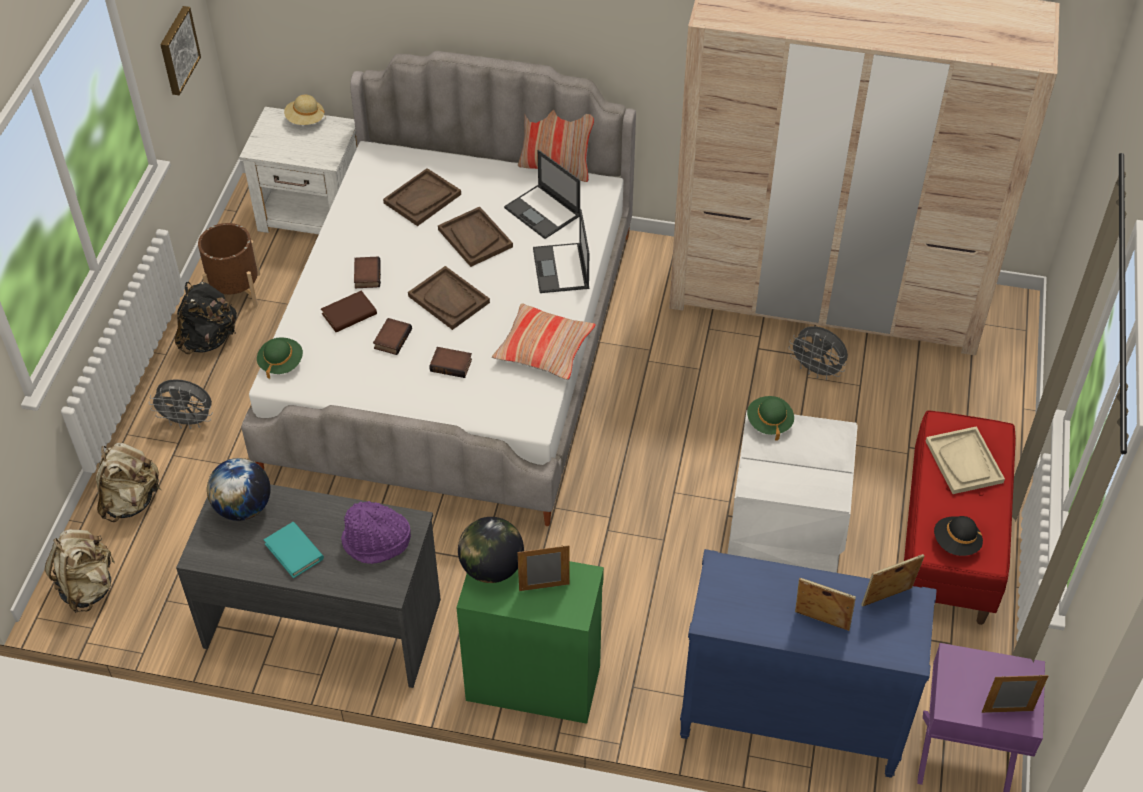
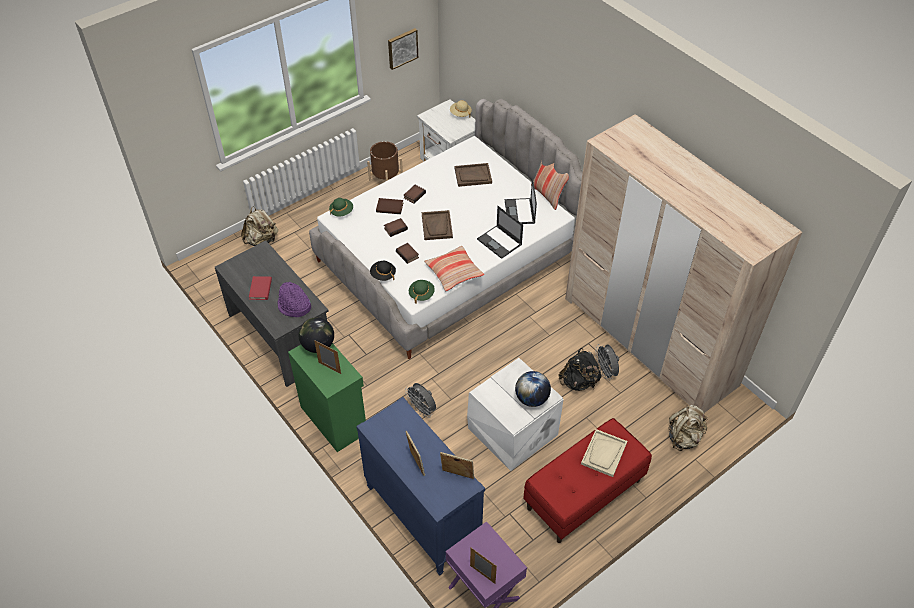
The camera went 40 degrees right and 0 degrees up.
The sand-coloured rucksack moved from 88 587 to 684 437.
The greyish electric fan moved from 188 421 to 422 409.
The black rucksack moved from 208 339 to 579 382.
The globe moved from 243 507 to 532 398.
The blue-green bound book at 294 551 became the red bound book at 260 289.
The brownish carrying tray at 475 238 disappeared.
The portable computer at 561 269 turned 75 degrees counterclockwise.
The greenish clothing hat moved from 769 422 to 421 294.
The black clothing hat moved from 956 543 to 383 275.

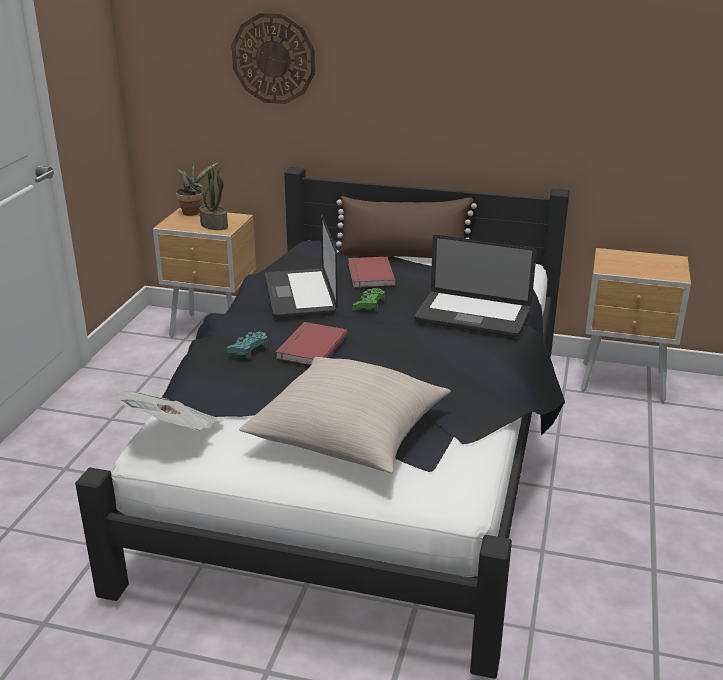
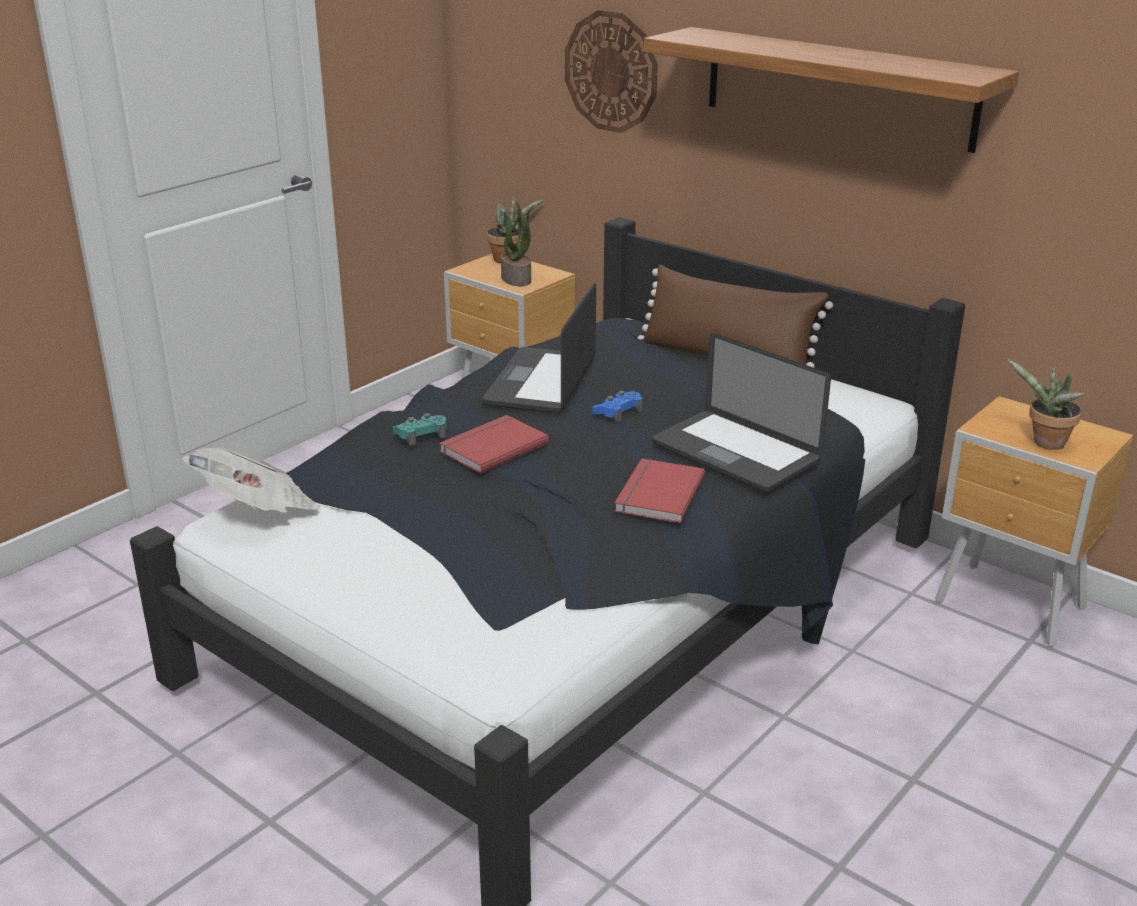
The camera went 25 degrees right and 0 degrees up.
The sand-coloured throw pillow at 348 435 disappeared.
The red bound book moved from 369 274 to 657 494.
The greenish game controller at 369 305 became the blue game controller at 618 412.
The bracket shelf at 837 87 appeared.
The potted plant at 1044 444 appeared.

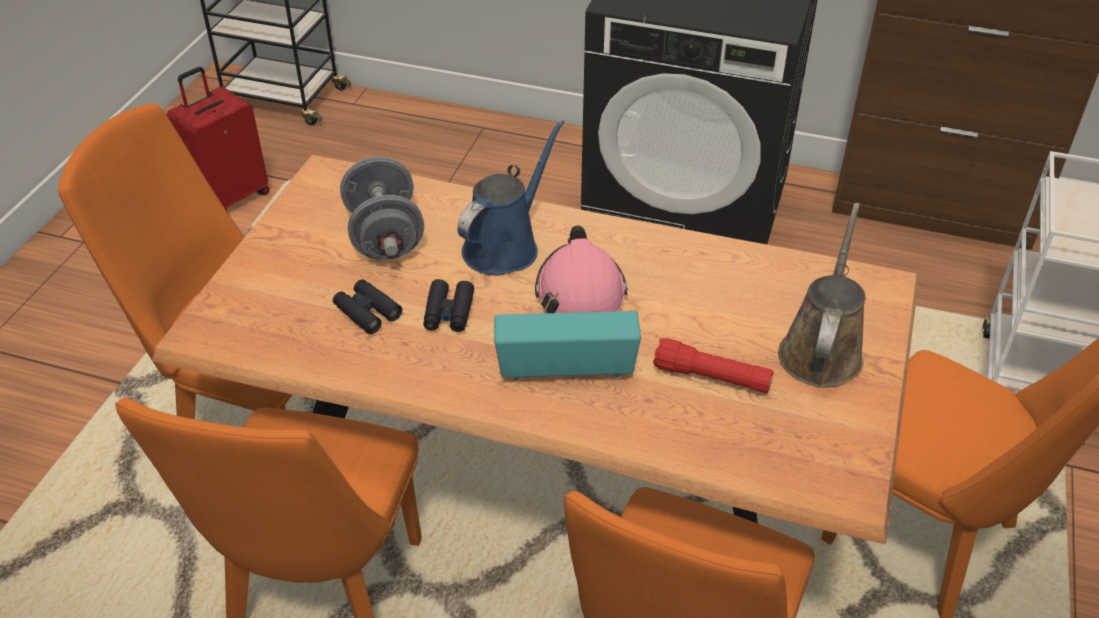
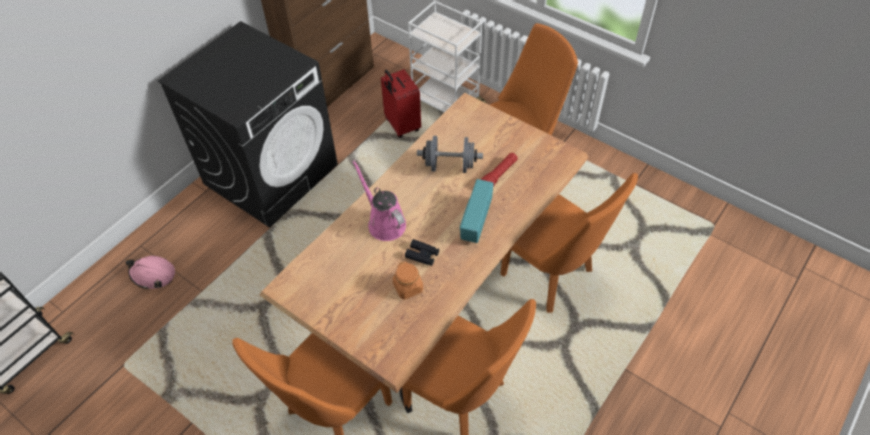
The camera went 70 degrees left and 10 degrees up.
The red suitcase moved from 230 197 to 401 126.
The black binoculars at 367 312 was replaced by the orange-coloured storage jar at 408 287.
The greyish free weight moved from 385 236 to 449 166.
The blue watering pot at 505 246 became the pinkish watering pot at 384 222.
The pinkish safety helmet moved from 580 292 to 153 274.
The brownish watering pot at 821 350 disappeared.

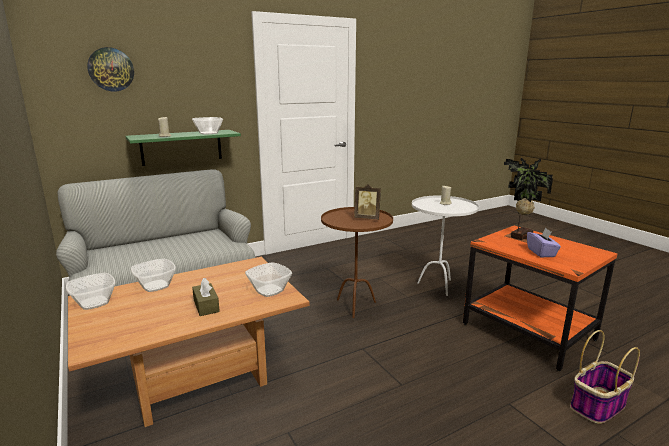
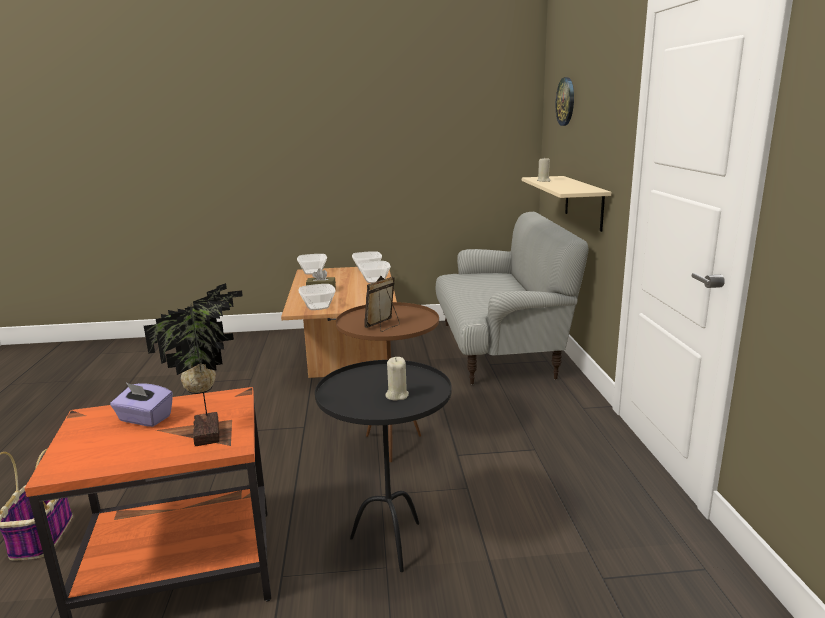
The camera went 115 degrees right and 0 degrees up.
The greenish bracket shelf at 181 147 became the sand-coloured bracket shelf at 584 202.
The deep dish moved from 209 133 to 313 272.
The white end table at 438 286 became the black end table at 390 543.

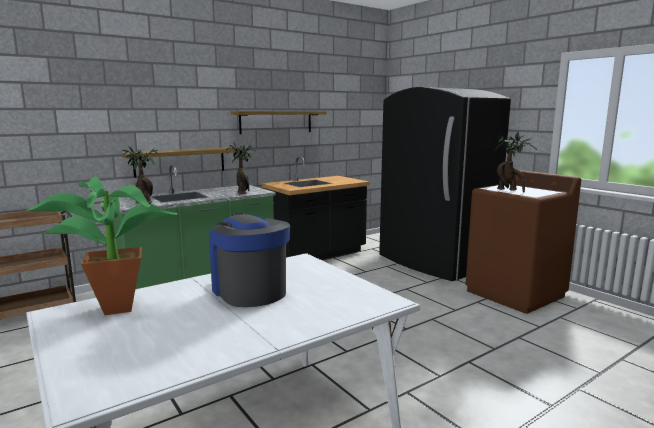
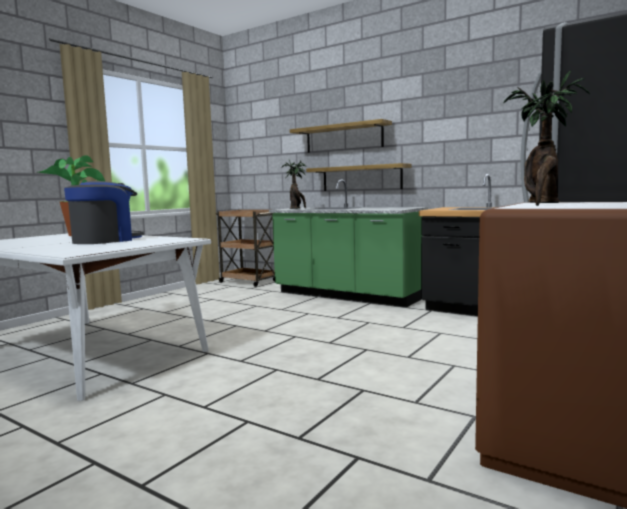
The camera went 70 degrees right and 5 degrees down.
The potted plant at 243 193 disappeared.
The bracket shelf moved from 276 122 to 343 138.

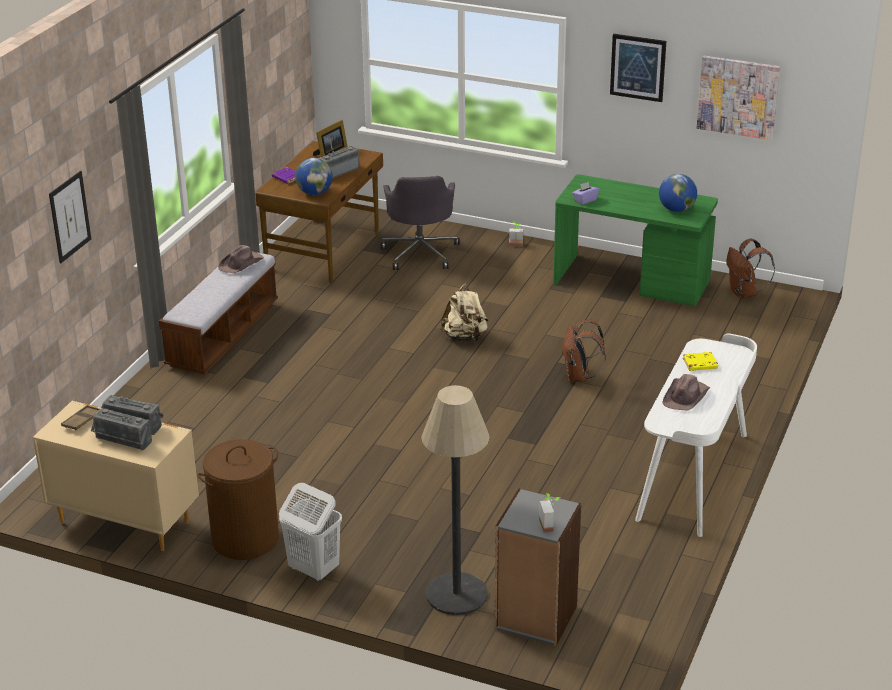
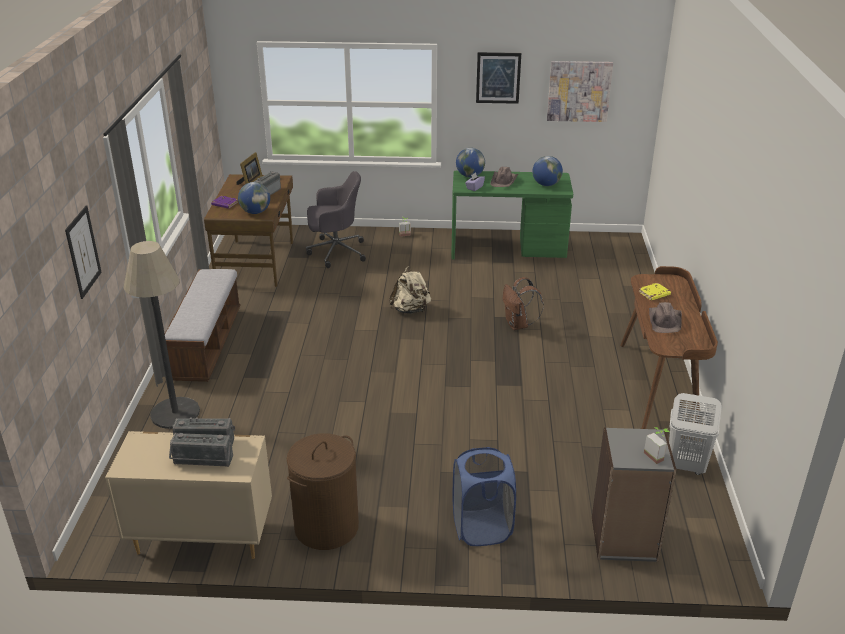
The camera went 20 degrees left and 0 degrees up.
The brownish carrying tray at 82 420 disappeared.
The brownish clothing hat moved from 241 263 to 504 181.
The white hamper moved from 313 570 to 685 466.
The greyish desk chair at 420 252 turned 75 degrees counterclockwise.
The floor lamp moved from 456 594 to 175 413.
The white desk unit at 694 476 became the brownish desk unit at 658 386.
The brownish rucksack at 745 293 disappeared.
The blue hamper at 481 528 appeared.
The globe at 470 176 appeared.

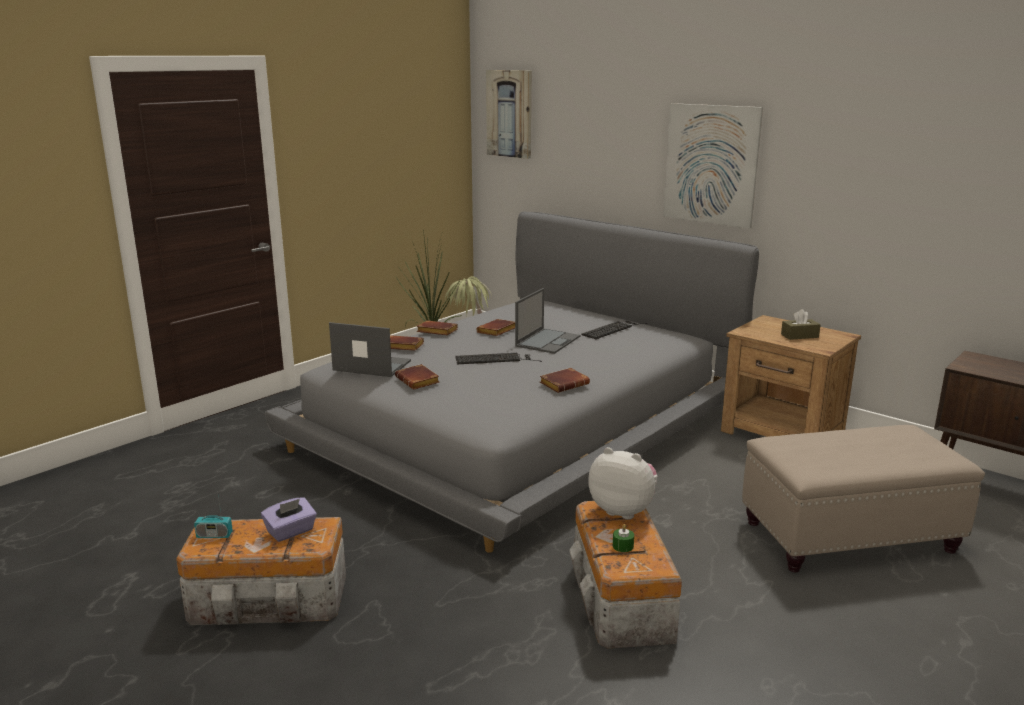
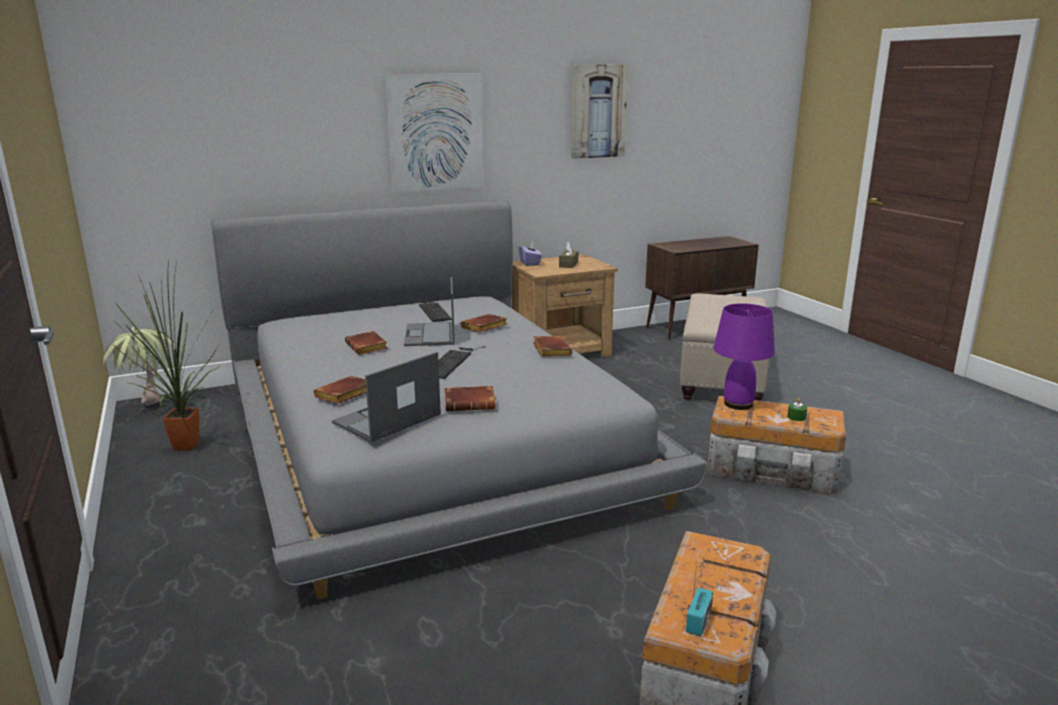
The camera went 65 degrees left and 0 degrees up.
The purplish box of tissues moved from 291 532 to 530 263.
The brownish bound book moved from 436 332 to 484 327.
The wall art moved from 510 113 to 598 111.
The portable computer at 548 341 turned 150 degrees counterclockwise.
The plush toy at 623 510 was replaced by the purplish lamp for a table at 738 404.

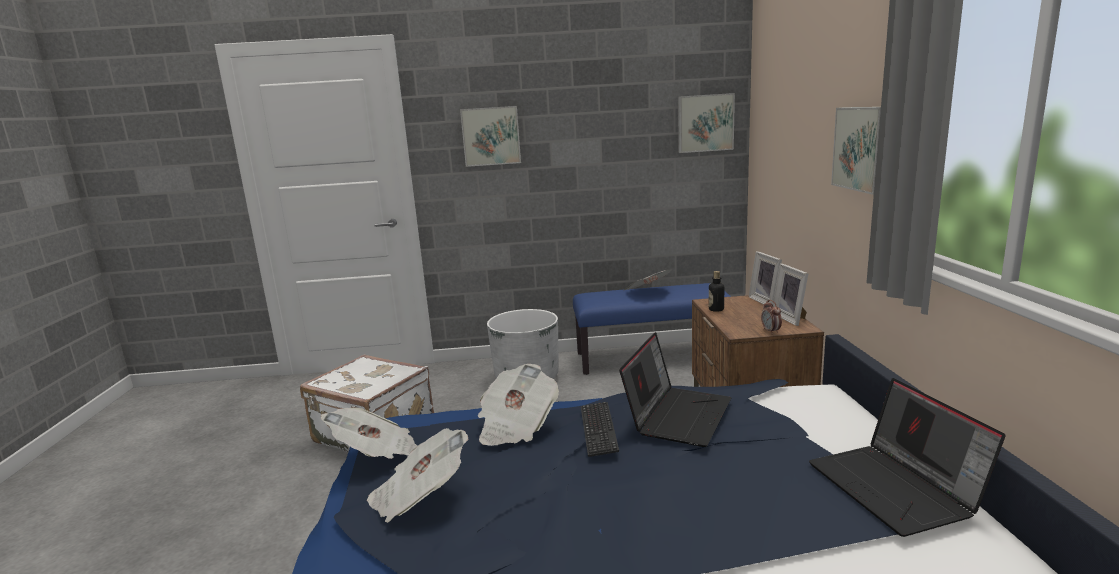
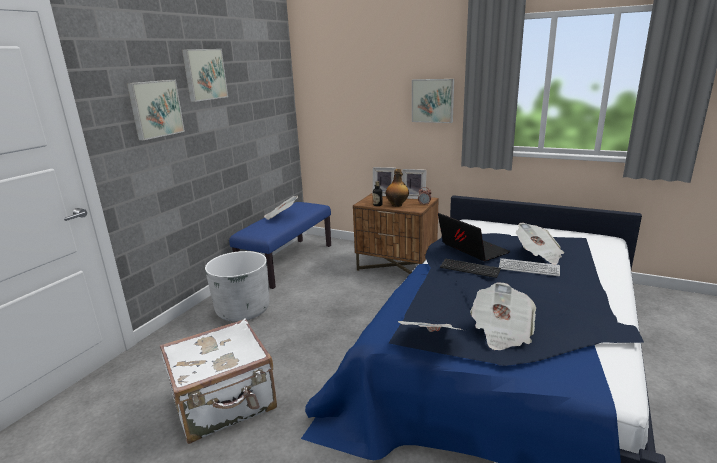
The camera went 60 degrees left and 5 degrees up.
The daily paper moved from 516 426 to 538 255.
The wall art moved from 705 123 to 204 74.
The portable computer at 897 488 disappeared.
The beverage bottle at 397 205 appeared.
The keyboard at 528 268 appeared.

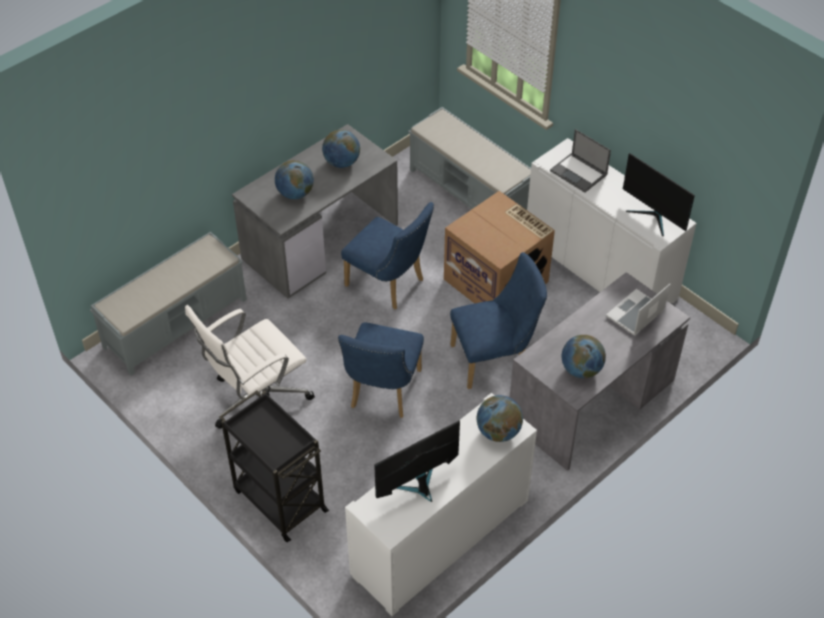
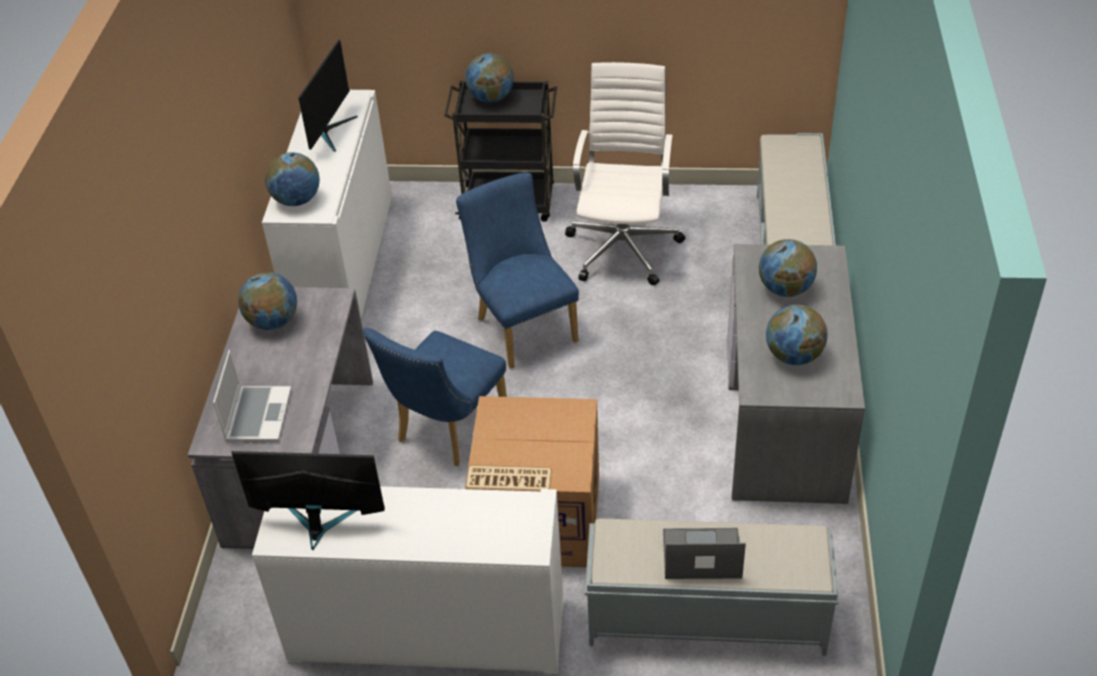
The camera went 140 degrees right and 5 degrees down.
The blue upright chair at 389 285 disappeared.
The portable computer moved from 579 173 to 700 555.
The globe at 491 98 appeared.

